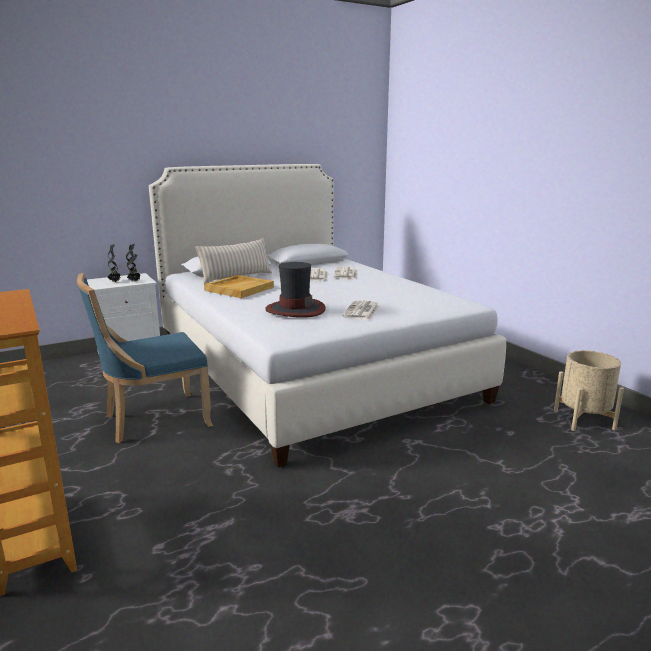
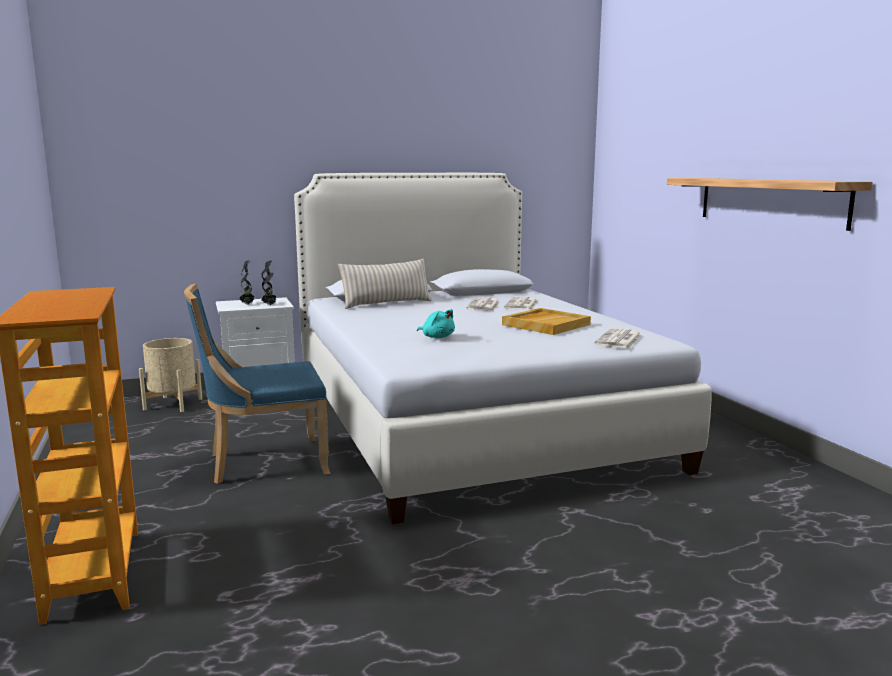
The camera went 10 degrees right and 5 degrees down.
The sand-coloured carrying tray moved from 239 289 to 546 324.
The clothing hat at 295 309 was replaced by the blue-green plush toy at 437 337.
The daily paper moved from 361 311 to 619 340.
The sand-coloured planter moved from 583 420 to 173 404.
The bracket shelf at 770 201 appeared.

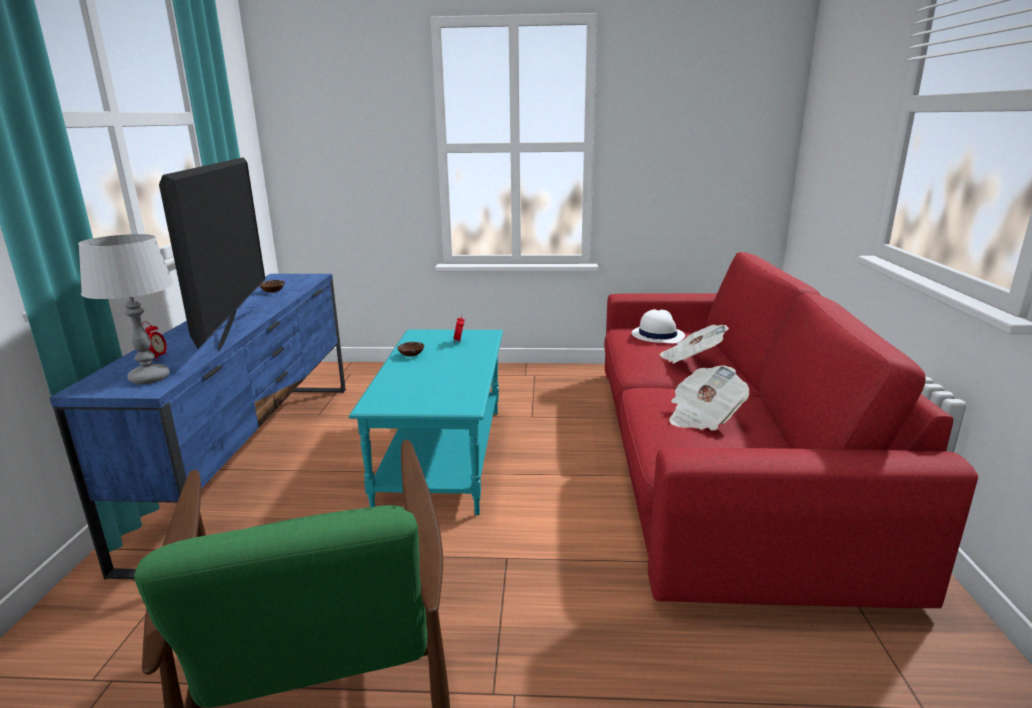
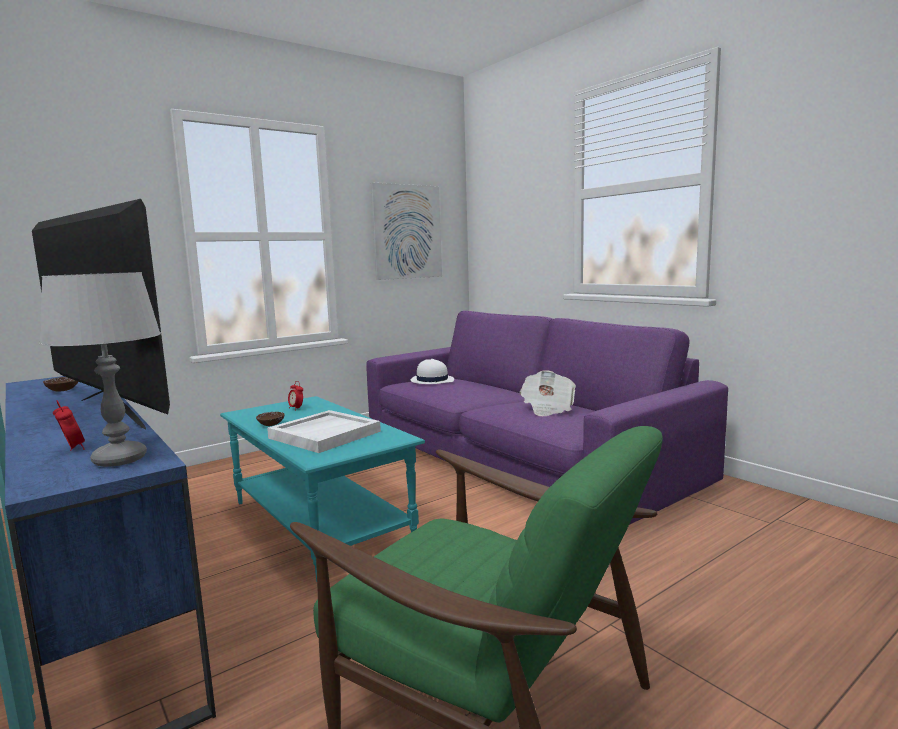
The camera went 40 degrees left and 10 degrees down.
The red couch at 714 457 became the purplish couch at 517 457.
The daily paper at 691 359 disappeared.
The white carrying tray at 325 434 appeared.
The wall art at 407 232 appeared.

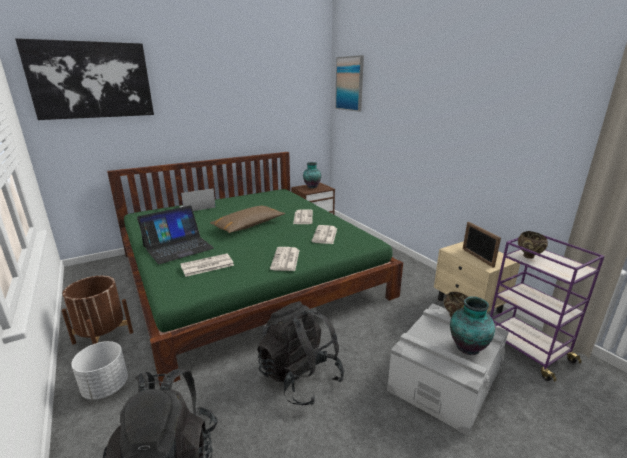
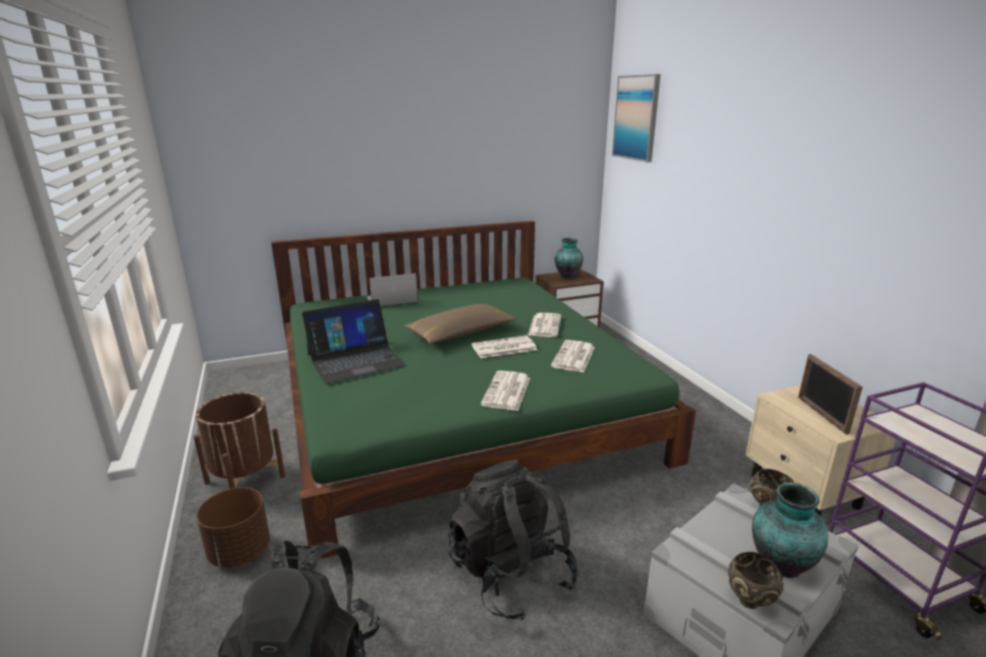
The camera went 10 degrees right and 0 degrees up.
The wall art at 91 80 disappeared.
The white planter at 106 387 became the brownish planter at 240 552.
The daily paper moved from 206 265 to 503 348.
The brownish deep dish moved from 529 256 to 750 602.

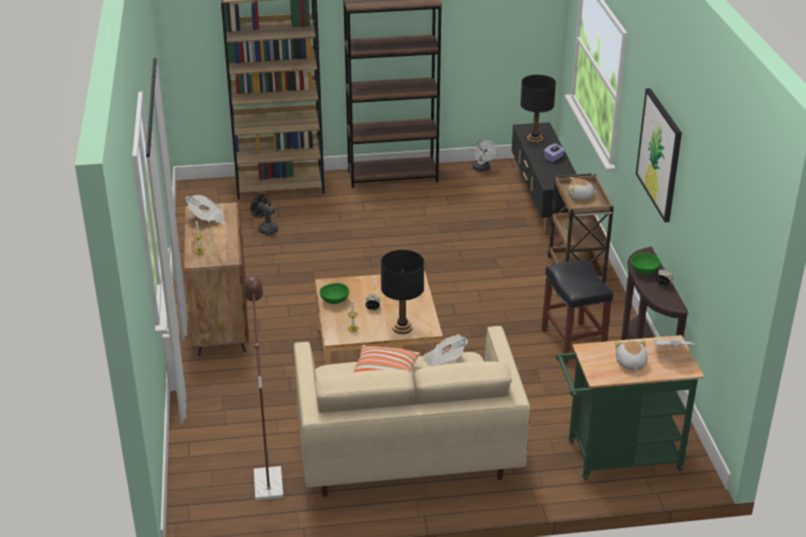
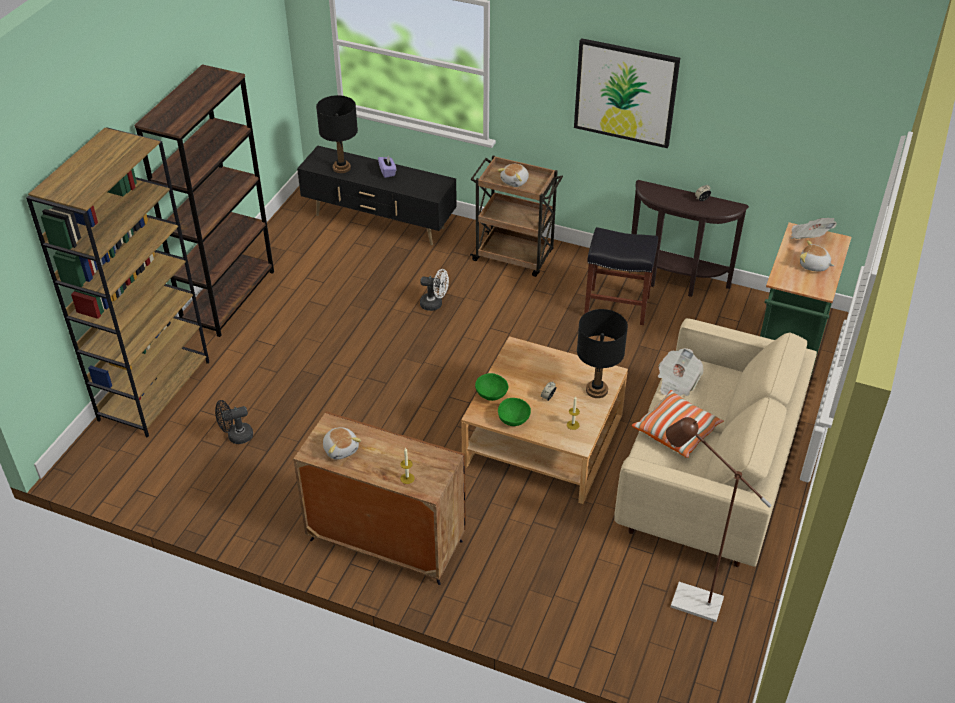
The camera went 60 degrees left and 10 degrees up.
The daily paper at 207 218 was replaced by the plush toy at 341 449.
The white electric fan moved from 482 169 to 435 304.
The greenish deep dish moved from 644 271 to 491 394.

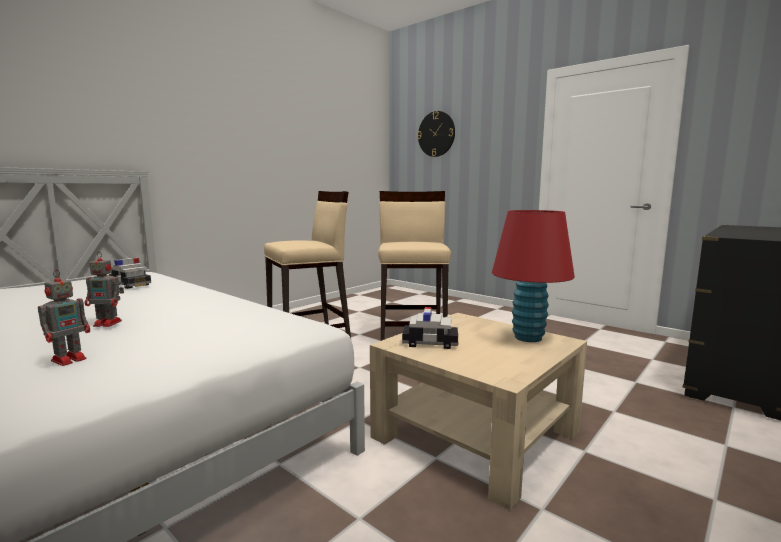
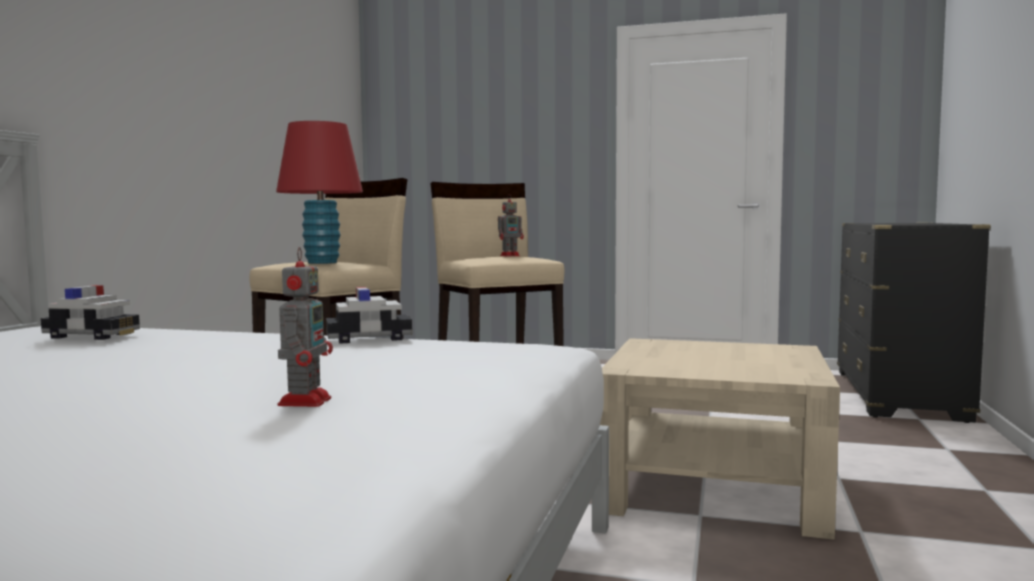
The camera went 25 degrees left and 5 degrees down.
The model robot moved from 109 323 to 511 256.
The miniature car moved from 430 343 to 369 338.
The wall clock at 436 134 disappeared.
The red lamp for a table moved from 528 337 to 322 262.

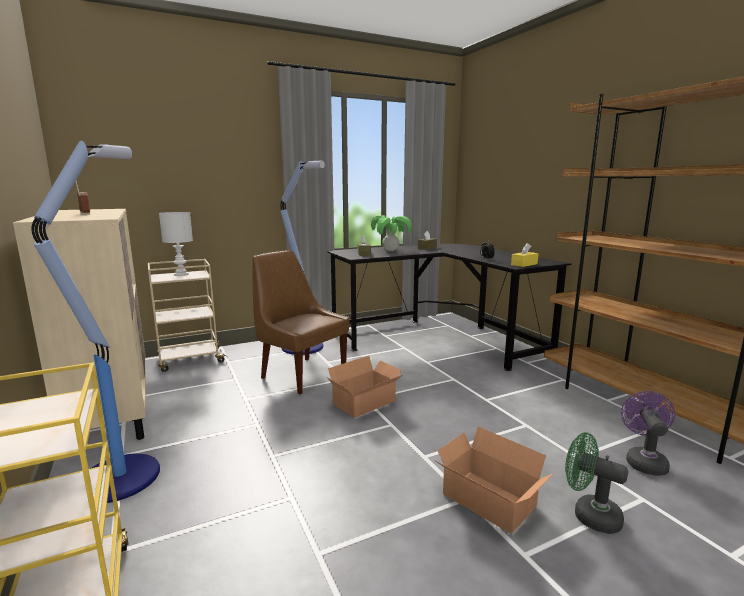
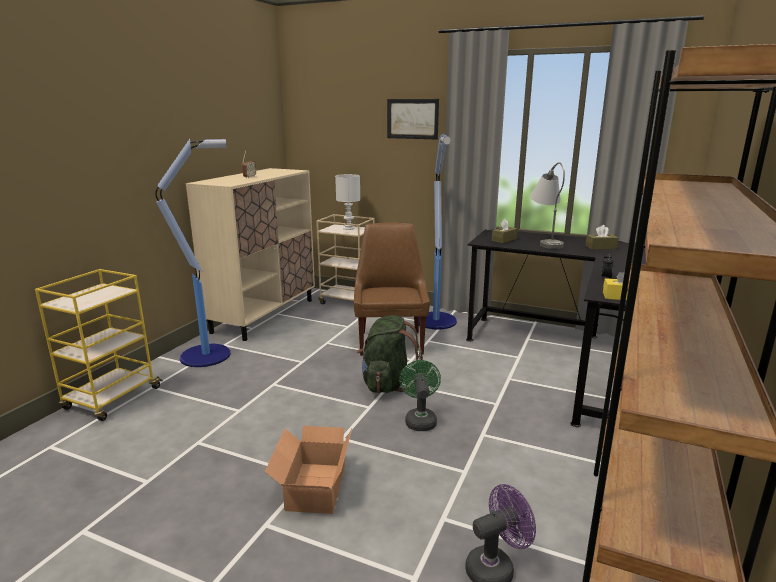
The camera went 50 degrees right and 5 degrees up.
The packing box at 367 403 was replaced by the greenish rucksack at 387 384.
The potted plant at 391 250 was replaced by the greyish lamp for a table at 545 242.
The greenish electric fan moved from 589 515 to 420 419.
The wall art at 412 119 appeared.

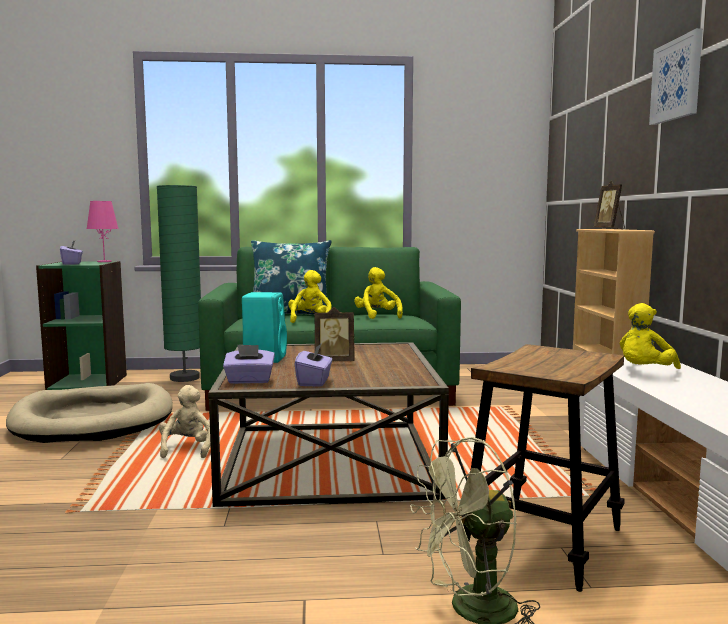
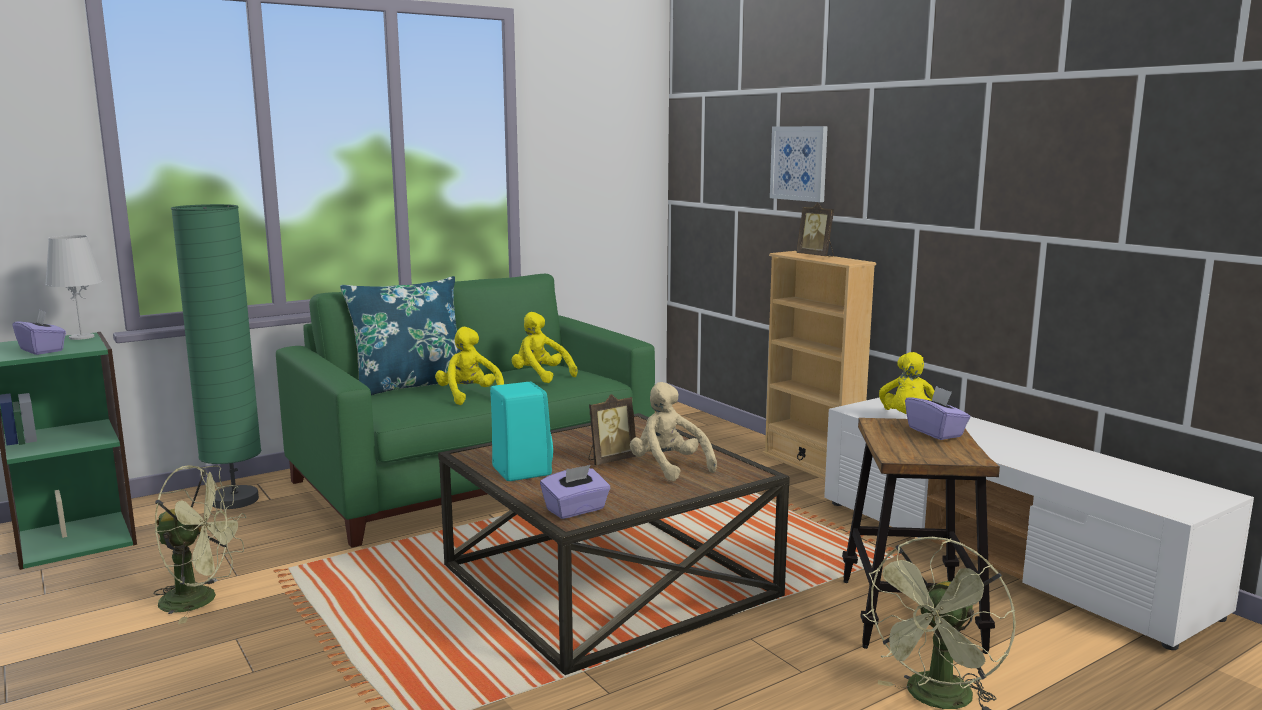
The camera went 30 degrees left and 5 degrees up.
The sand-coloured dog cushion at 94 420 was replaced by the greenish electric fan at 201 600.
The pinkish lamp for a table at 104 261 became the white lamp for a table at 81 337.
The sand-coloured plush toy moved from 187 449 to 668 468.
The purplish box of tissues moved from 314 382 to 935 432.
The wall art moved from 676 80 to 799 163.

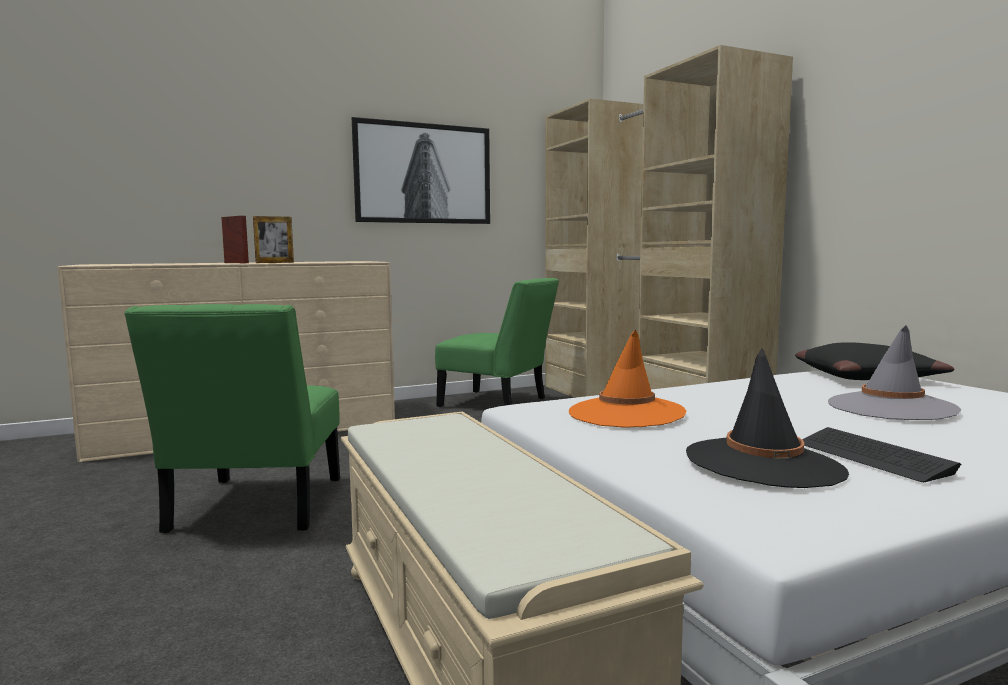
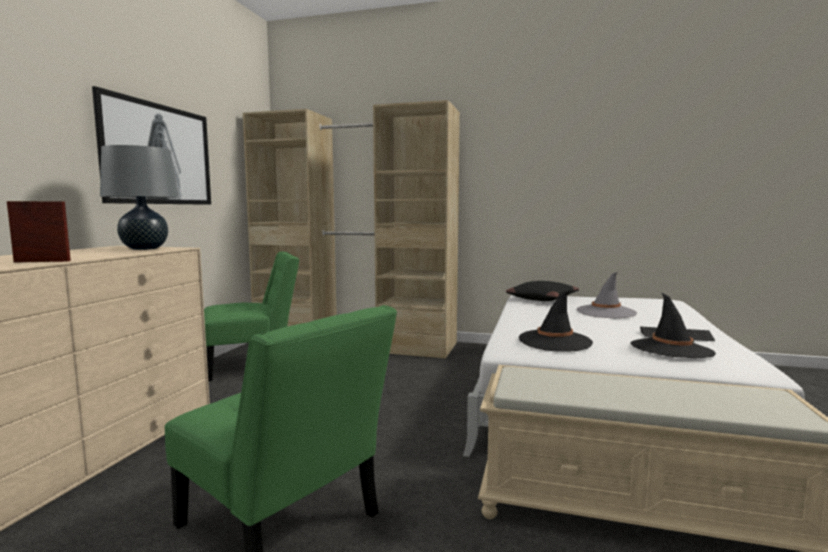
The camera went 50 degrees left and 0 degrees up.
The photo frame at 274 262 disappeared.
The orange-coloured clothing hat at 626 413 became the black clothing hat at 554 341.
The greyish lamp for a table at 144 248 appeared.

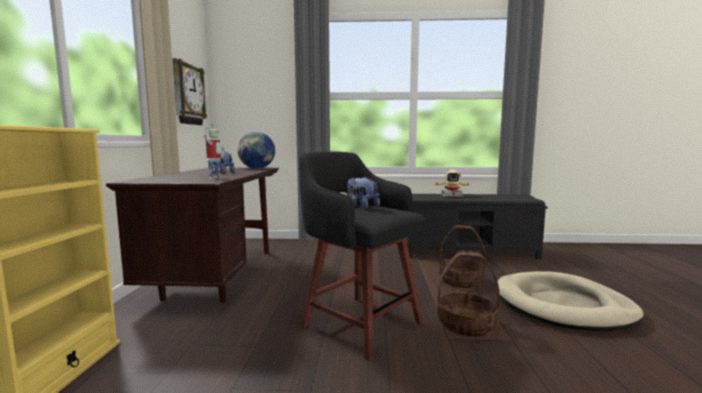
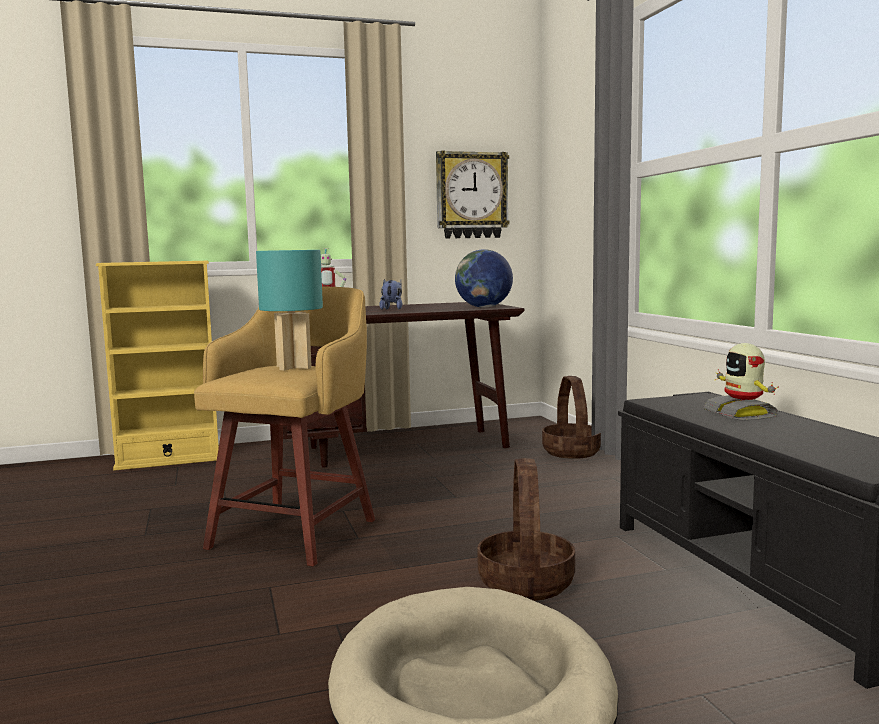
The camera went 70 degrees right and 0 degrees up.
The black stool at 359 323 became the yellowish stool at 297 532.
The plush toy at 361 206 was replaced by the blue-green lamp for a table at 294 367.
The storage basket moved from 466 324 to 572 452.

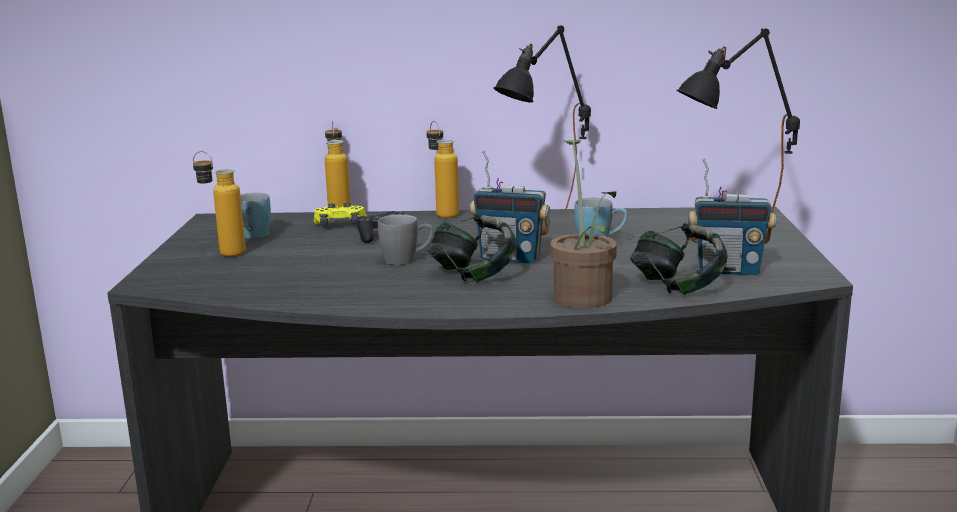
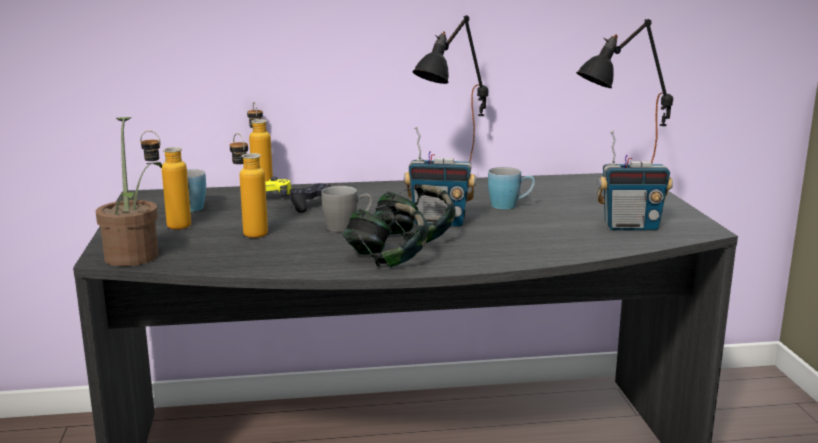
The camera went 10 degrees left and 0 degrees up.
The beverage bottle moved from 443 213 to 250 232.
The potted plant moved from 583 294 to 134 253.
The pair of headphones moved from 677 287 to 386 260.

